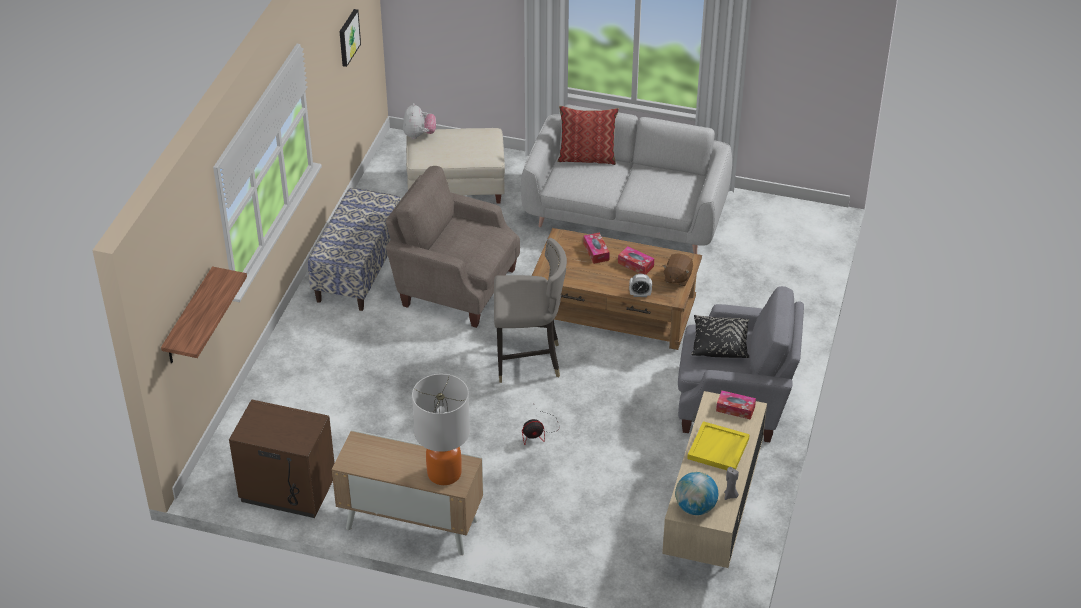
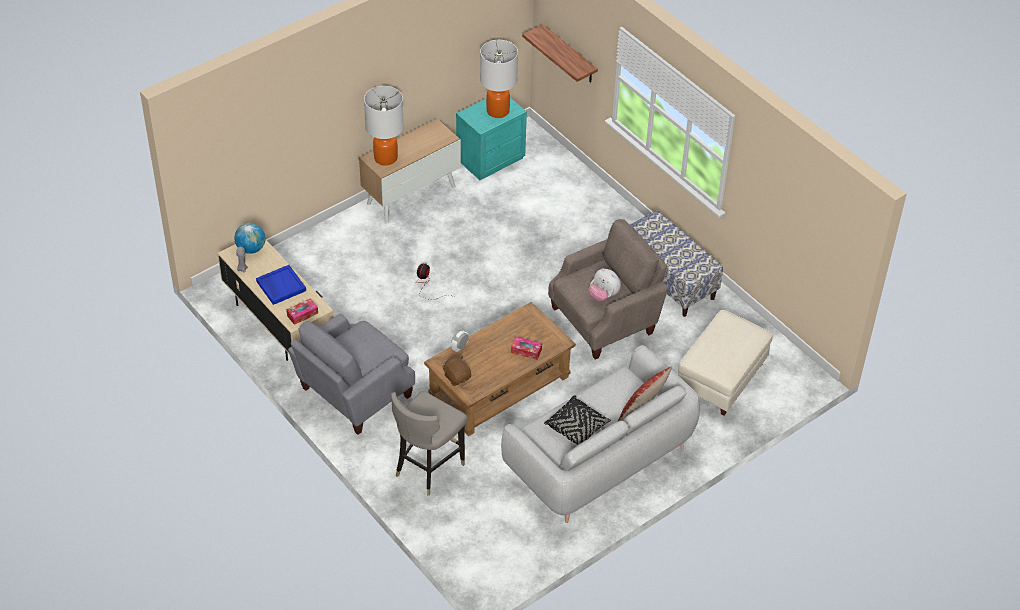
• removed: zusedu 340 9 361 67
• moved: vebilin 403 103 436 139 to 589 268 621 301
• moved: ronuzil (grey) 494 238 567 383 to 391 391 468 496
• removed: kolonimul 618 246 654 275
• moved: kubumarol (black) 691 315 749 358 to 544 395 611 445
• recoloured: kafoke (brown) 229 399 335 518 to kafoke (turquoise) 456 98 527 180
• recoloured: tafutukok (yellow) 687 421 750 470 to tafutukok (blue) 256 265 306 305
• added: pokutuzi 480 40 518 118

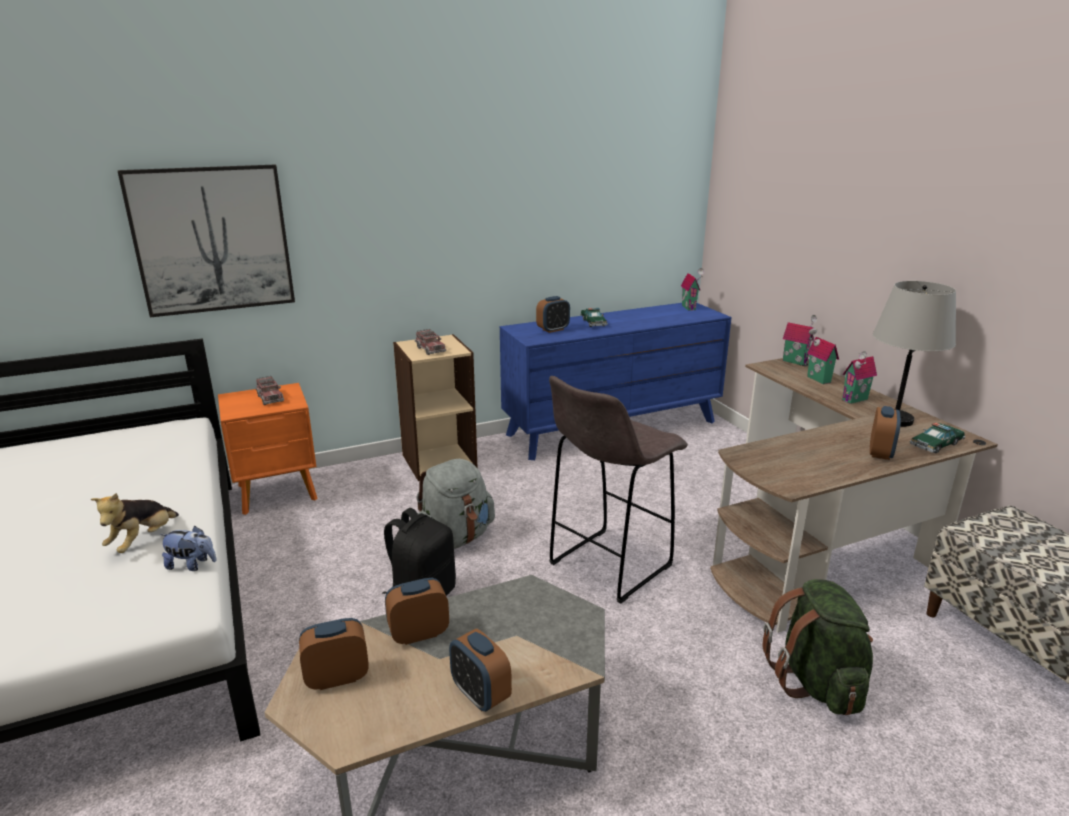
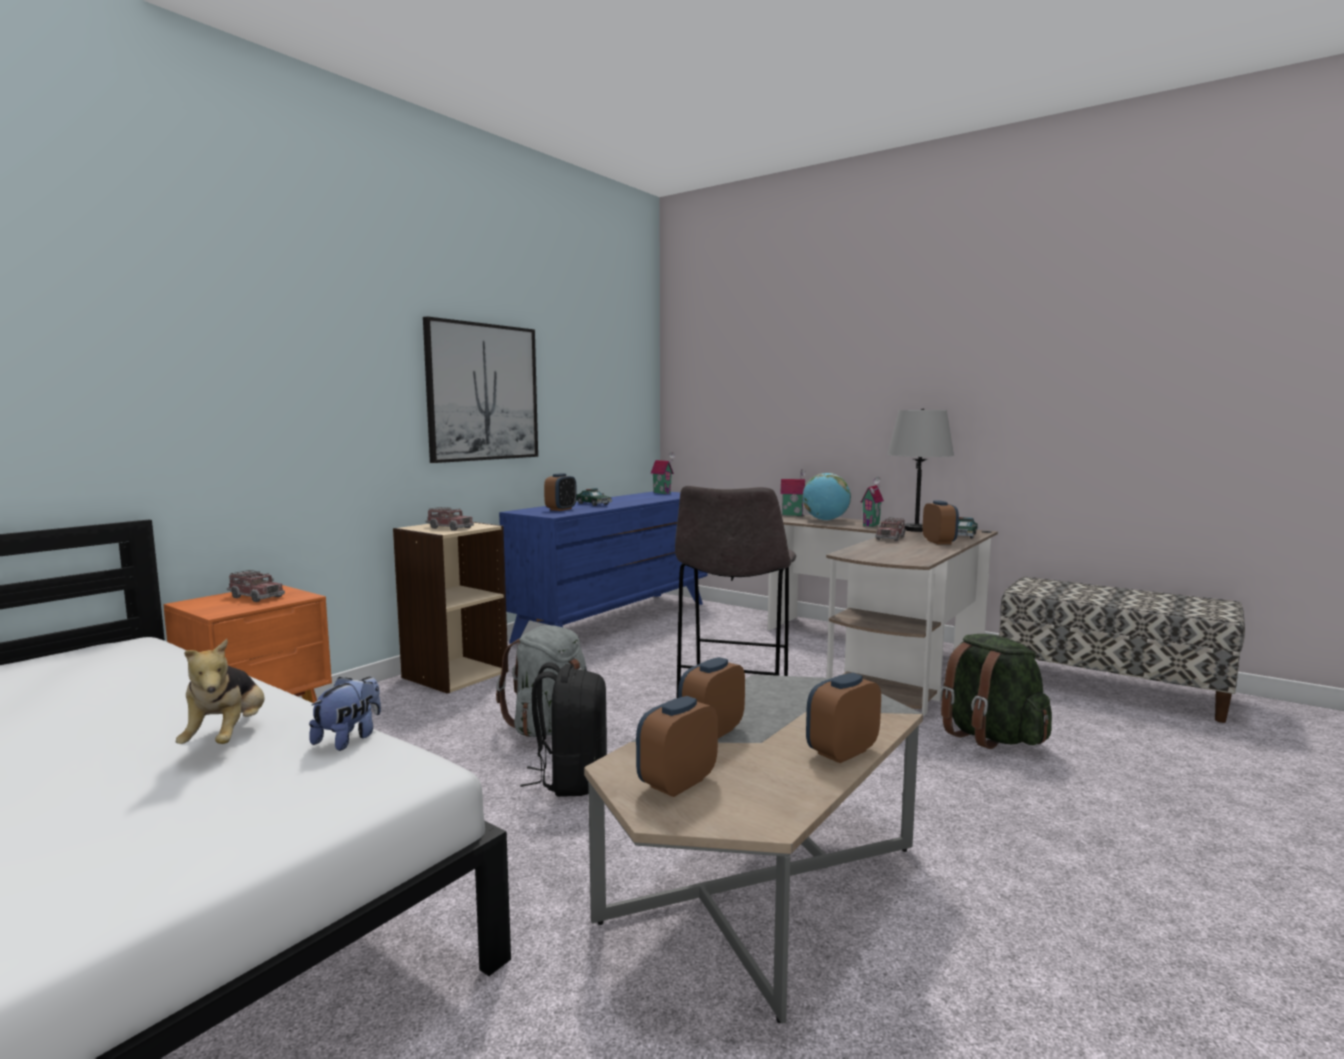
• moved: zusedu 118 164 295 317 to 423 316 538 463
• replaced: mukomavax 807 328 839 384 to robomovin 802 473 851 521
• turned: vebilin 160 526 217 571 = 309 677 381 751 45 degrees counterclockwise
• turned: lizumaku 449 629 512 712 = 806 673 881 763 120 degrees clockwise
• added: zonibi 875 518 906 541

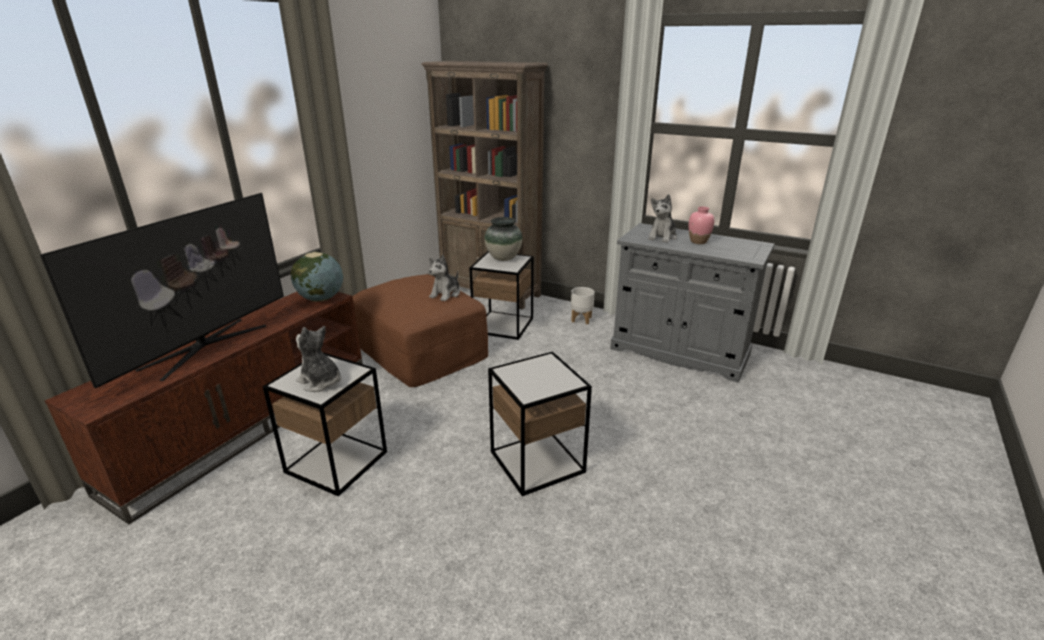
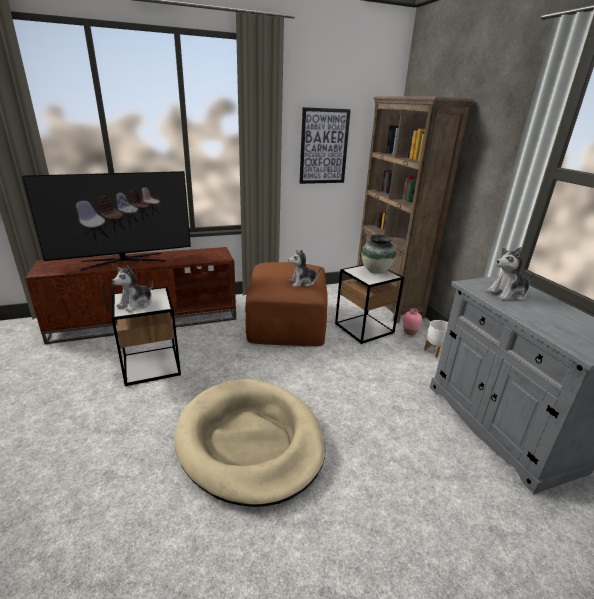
• moved: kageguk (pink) 689 207 714 244 to 403 308 422 335
• removed: robomovin 291 252 343 302
• turned: vebilin 296 326 341 392 = 112 265 153 312 135 degrees counterclockwise
• replaced: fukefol 488 352 592 496 to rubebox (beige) 174 379 325 507
• added: zusedu 300 107 351 184

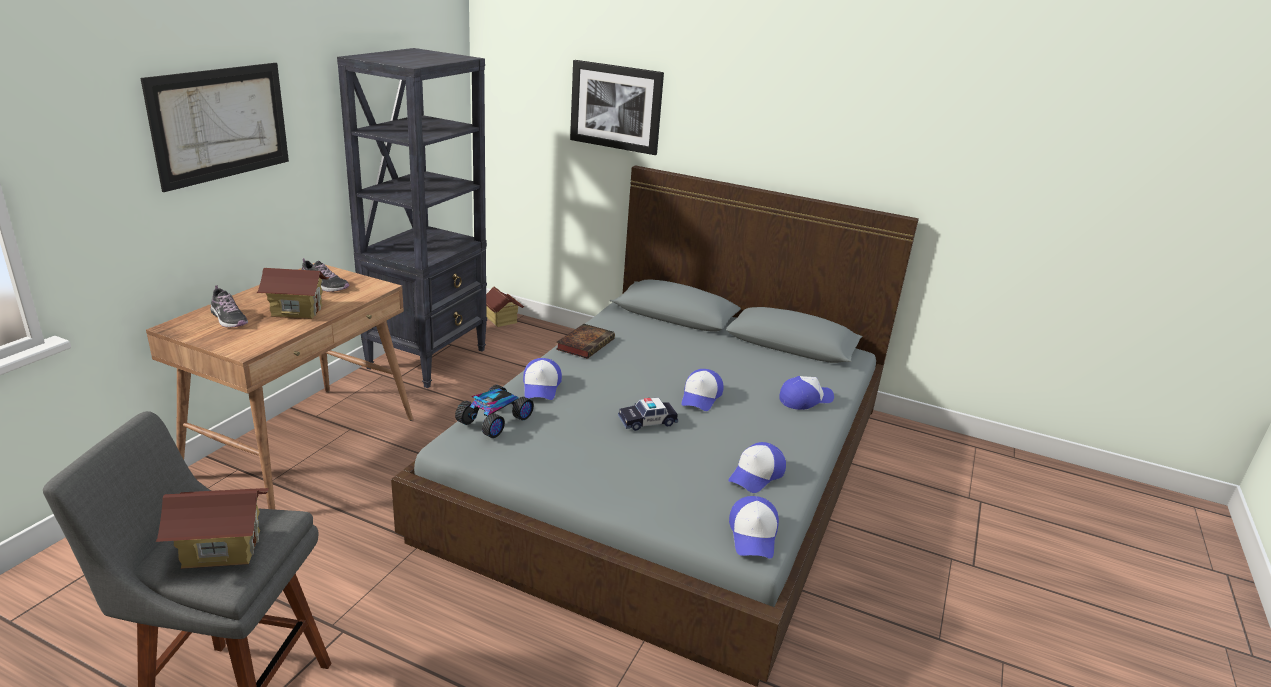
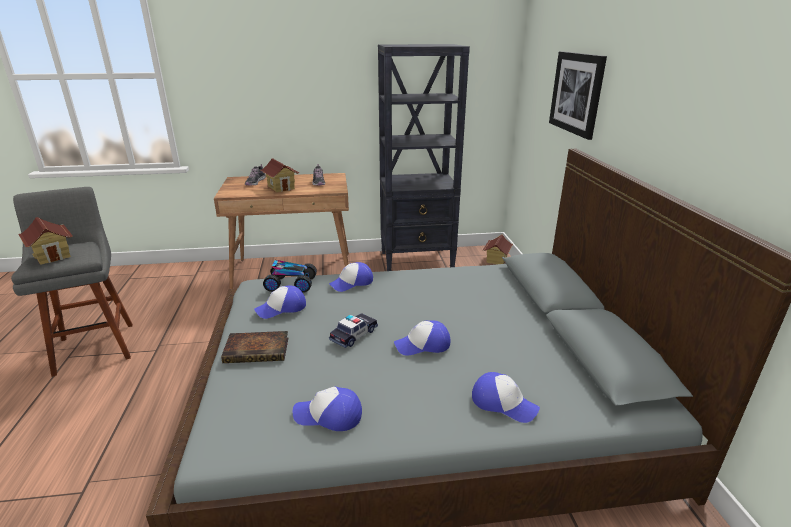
• removed: zusedu 140 63 289 192
• moved: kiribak 556 324 615 359 to 221 331 288 363
• turned: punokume 618 397 678 431 = 329 313 378 348 90 degrees clockwise
• moved: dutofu 729 496 779 559 to 254 286 306 319

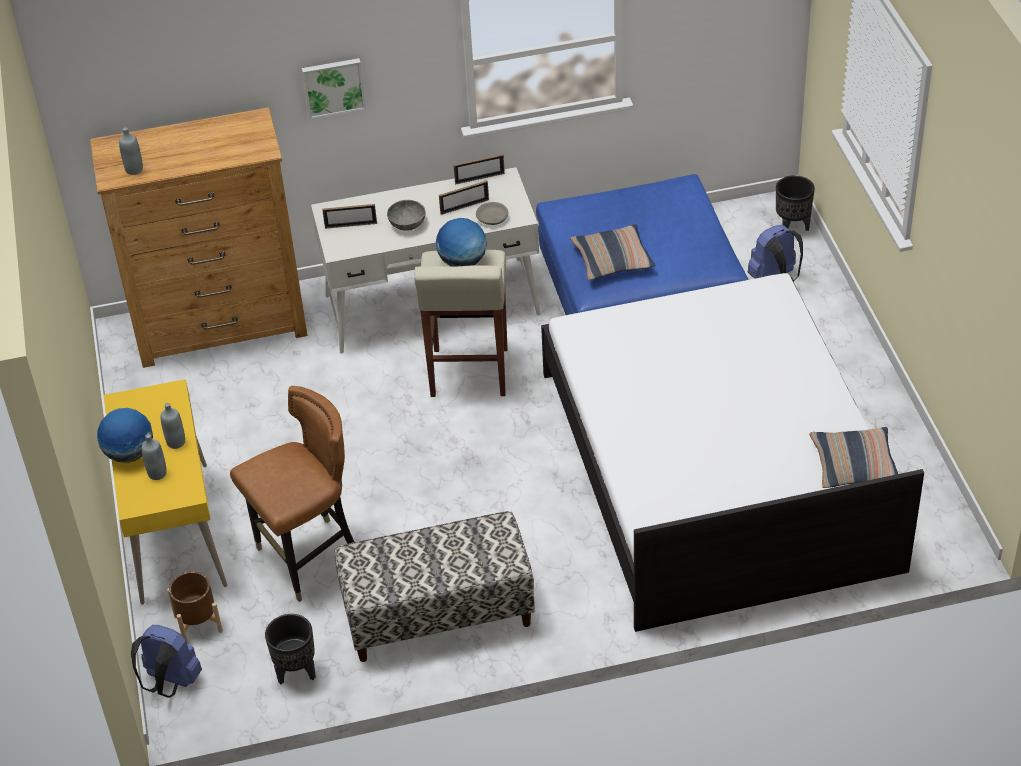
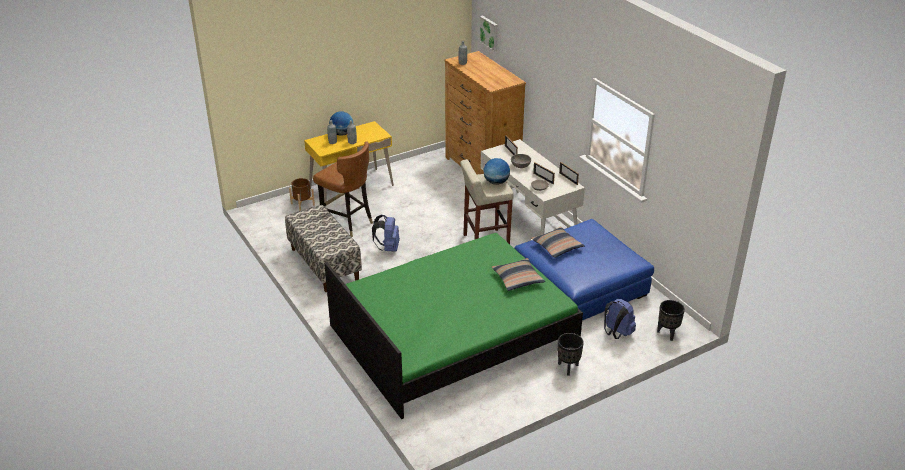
• moved: zusedu 302 58 366 119 to 479 16 498 52
• recoloured: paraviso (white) 541 273 924 632 to paraviso (green) 324 233 583 419
• moved: kubumarol 810 427 898 488 to 492 258 545 291
• moved: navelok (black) 265 614 316 684 to 558 333 584 376
• moved: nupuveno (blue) 131 625 202 698 to 372 215 400 252

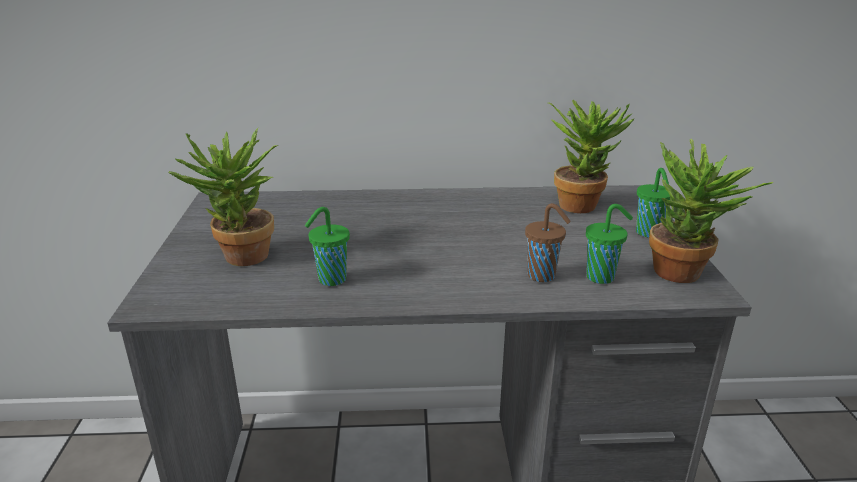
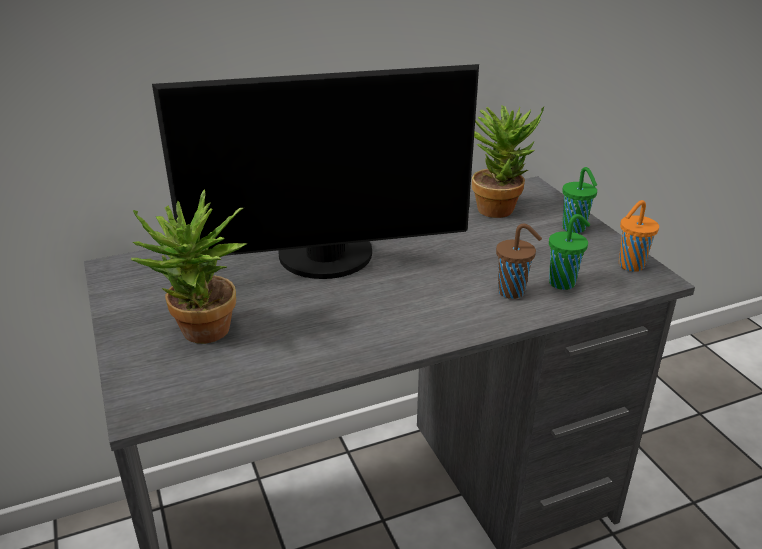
• replaced: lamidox 649 139 773 283 to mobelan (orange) 619 200 659 272
• removed: mobelan (green) 305 207 350 286
• added: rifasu 152 64 479 279

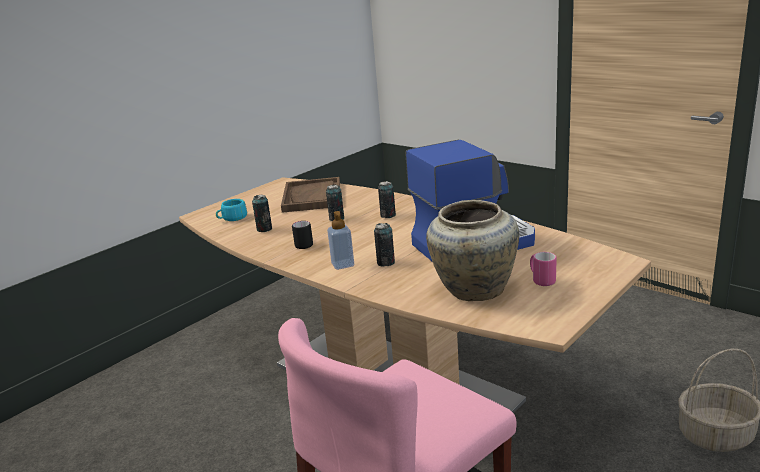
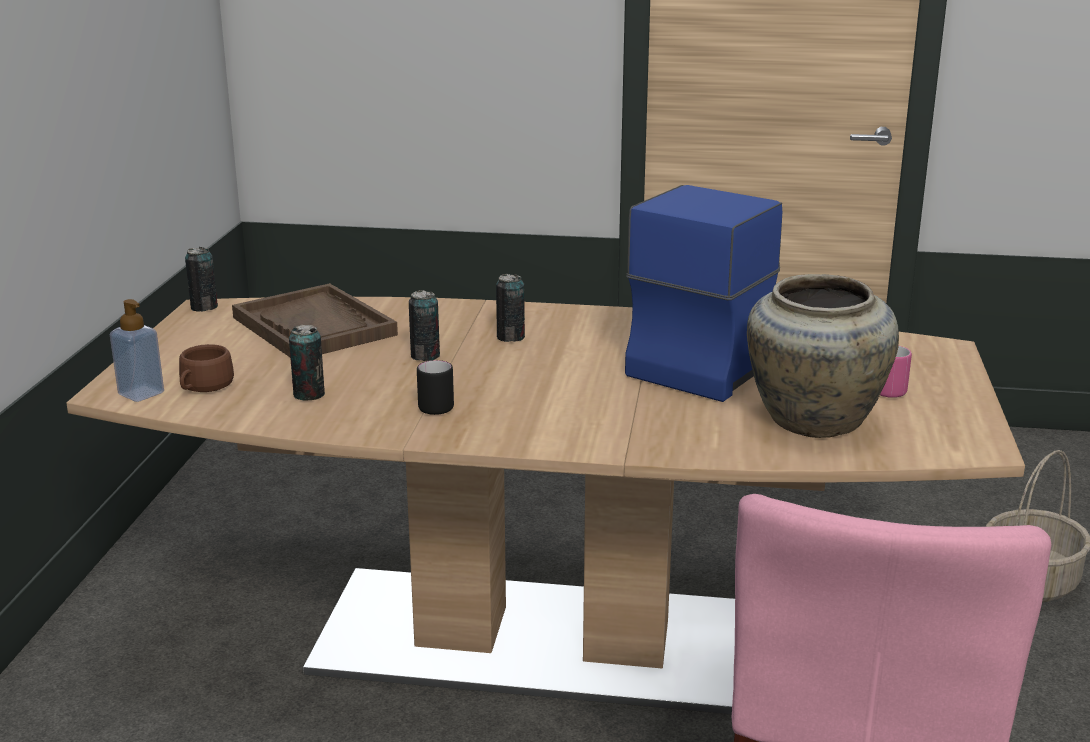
• recoloured: mobelan (turquoise) 216 199 247 221 to mobelan (brown) 179 344 234 392
• moved: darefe 327 211 354 270 to 110 299 164 402
• moved: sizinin 374 223 395 267 to 185 247 218 312

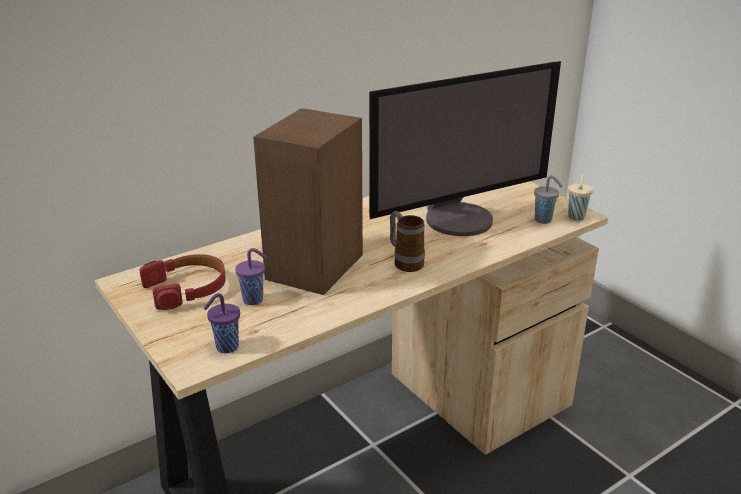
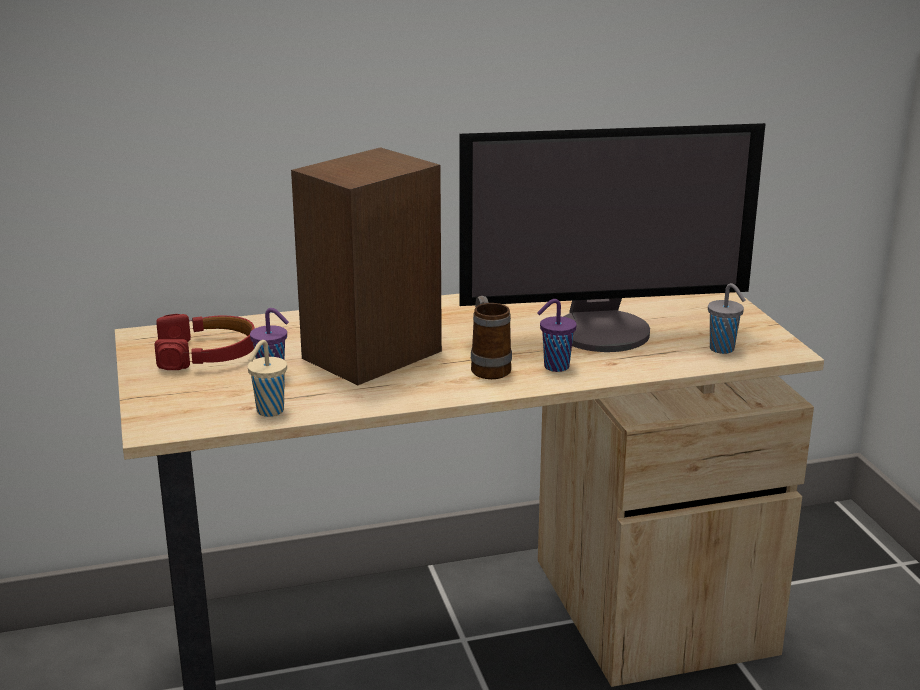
• moved: mobelan (beige) 568 173 593 221 to 248 340 287 417
• moved: mobelan (purple) 204 293 240 353 to 537 299 577 372

